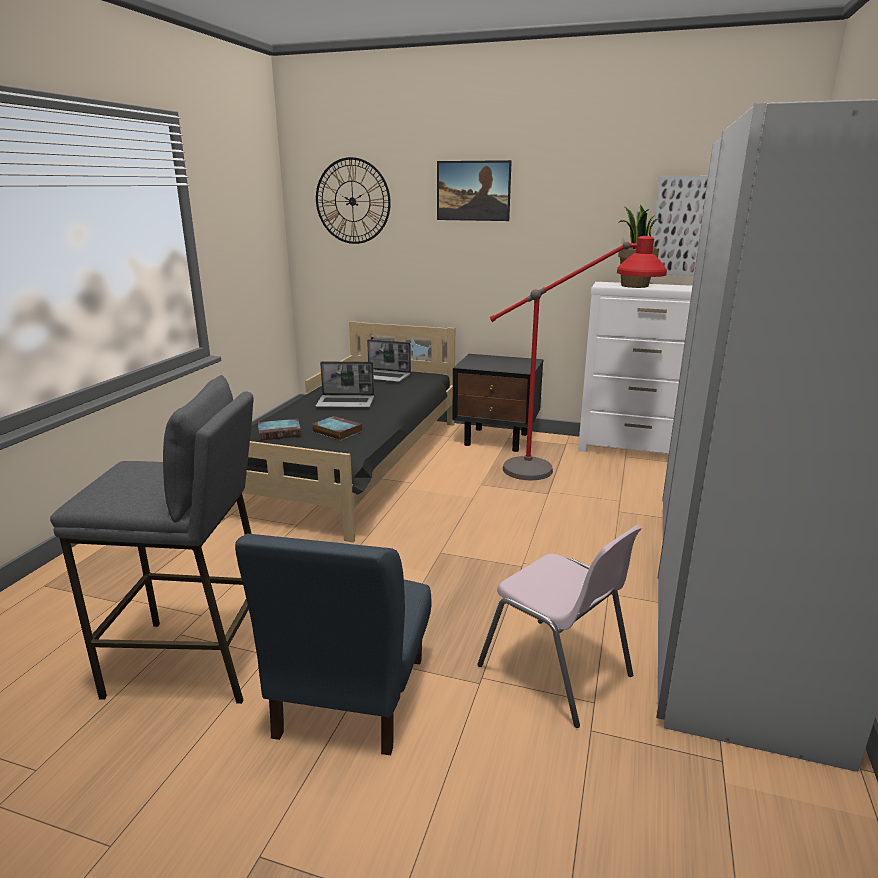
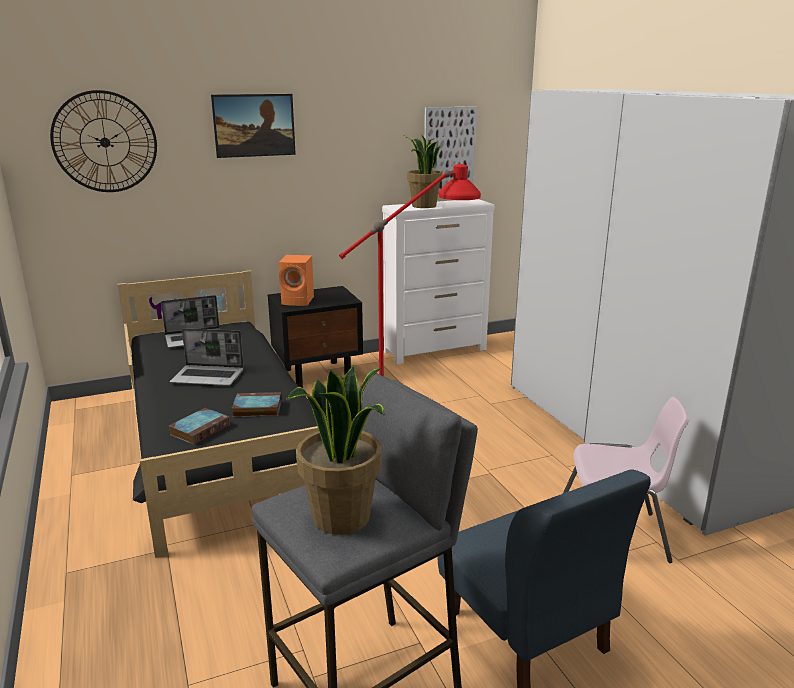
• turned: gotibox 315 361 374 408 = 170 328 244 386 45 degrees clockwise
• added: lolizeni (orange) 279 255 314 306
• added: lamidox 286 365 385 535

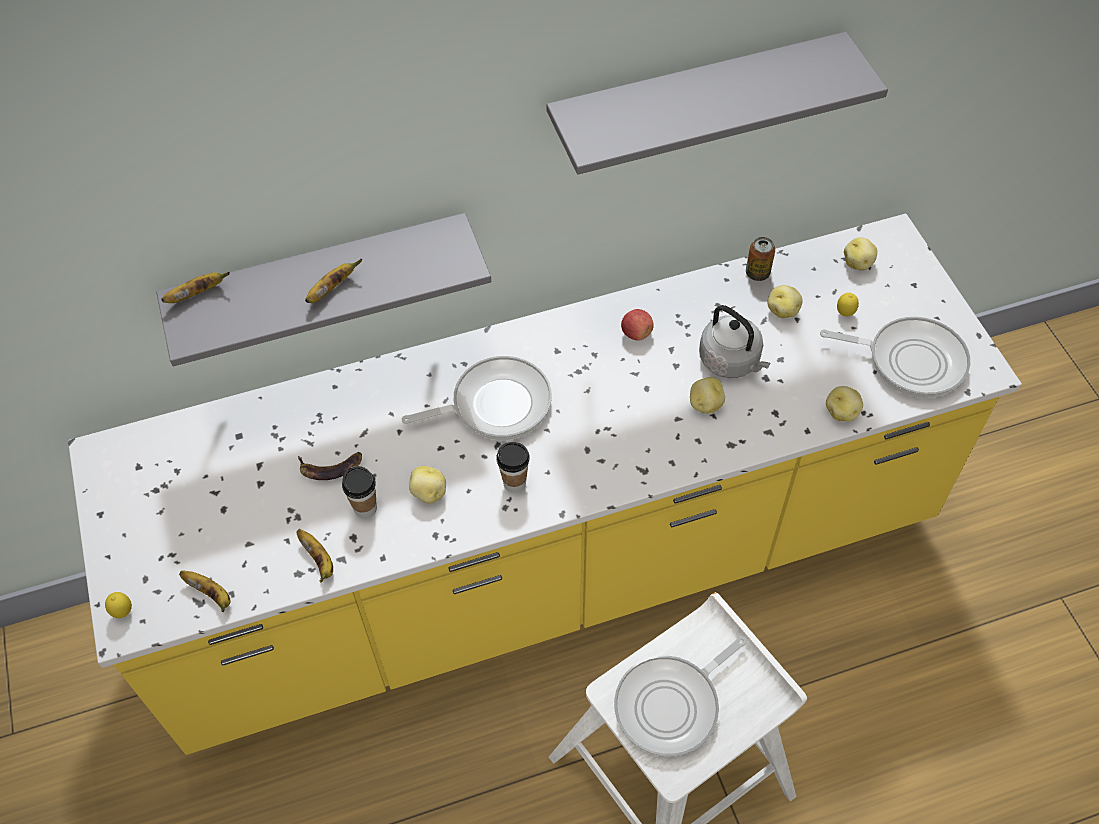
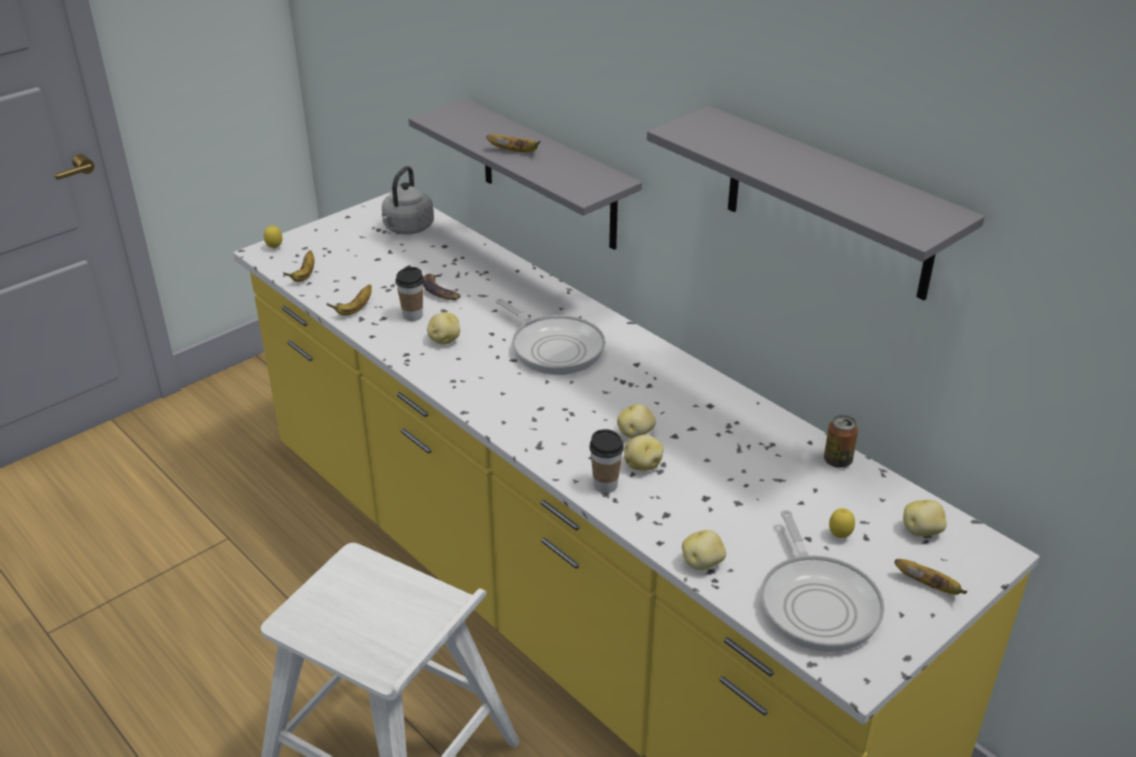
• moved: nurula 162 272 230 303 to 895 559 967 595
• moved: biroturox 767 285 803 318 to 617 404 656 439
• moved: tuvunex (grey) 699 305 770 378 to 382 166 434 235
• removed: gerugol 621 309 654 341
• moved: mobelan 496 442 530 493 to 589 429 624 493
• removed: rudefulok 614 636 747 757

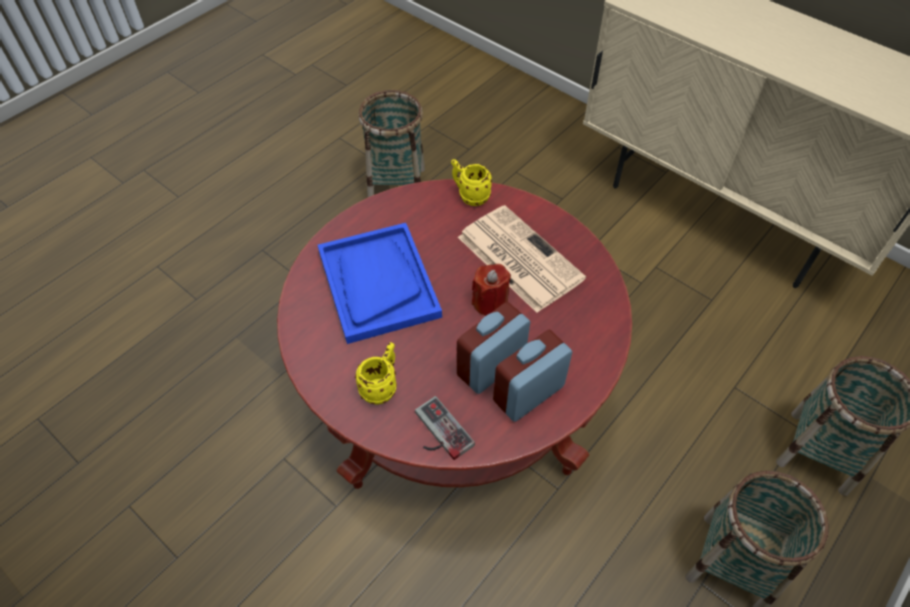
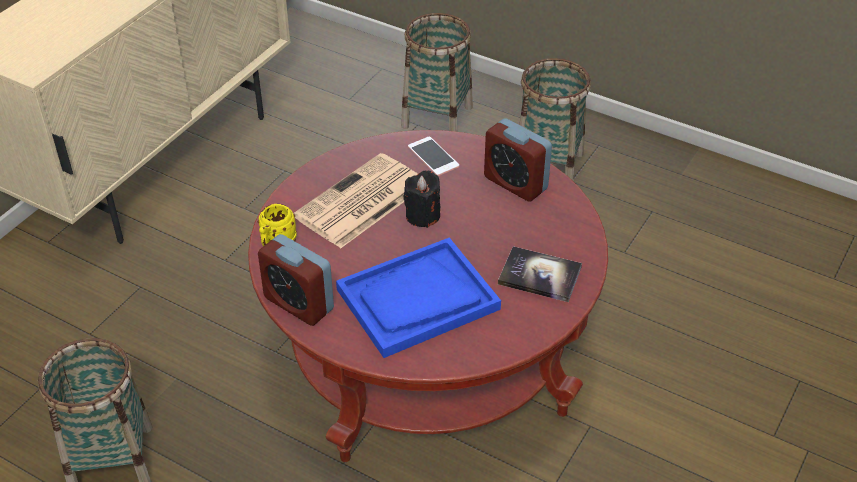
• recoloured: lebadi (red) 472 264 511 316 to lebadi (black) 403 170 440 228
• moved: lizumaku 457 302 530 394 to 258 234 334 326
• replaced: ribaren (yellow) 355 342 397 404 to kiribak 498 246 582 302
• removed: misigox 415 396 475 460
• added: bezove 408 137 459 176

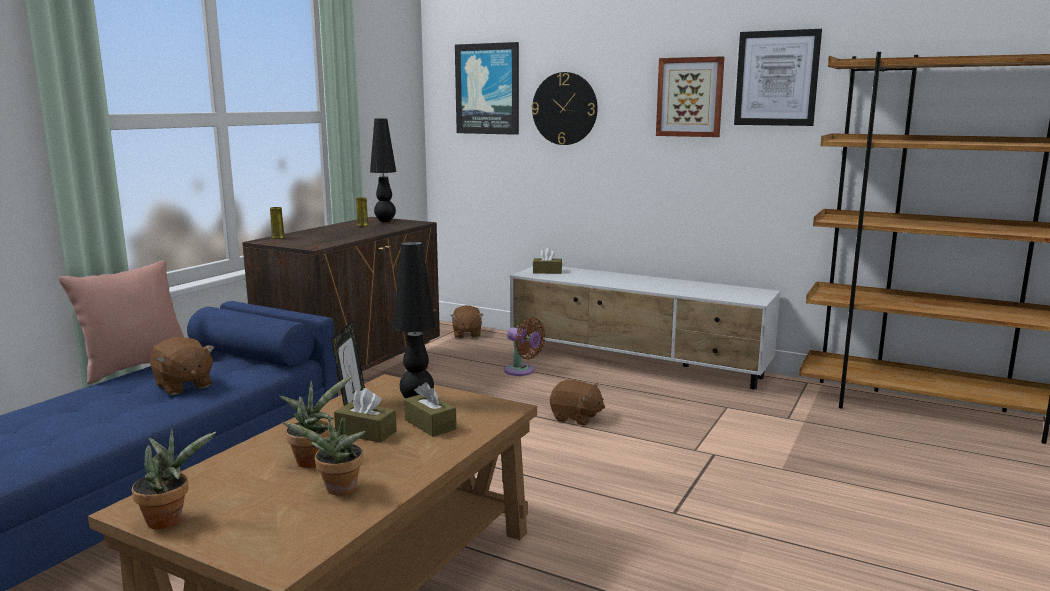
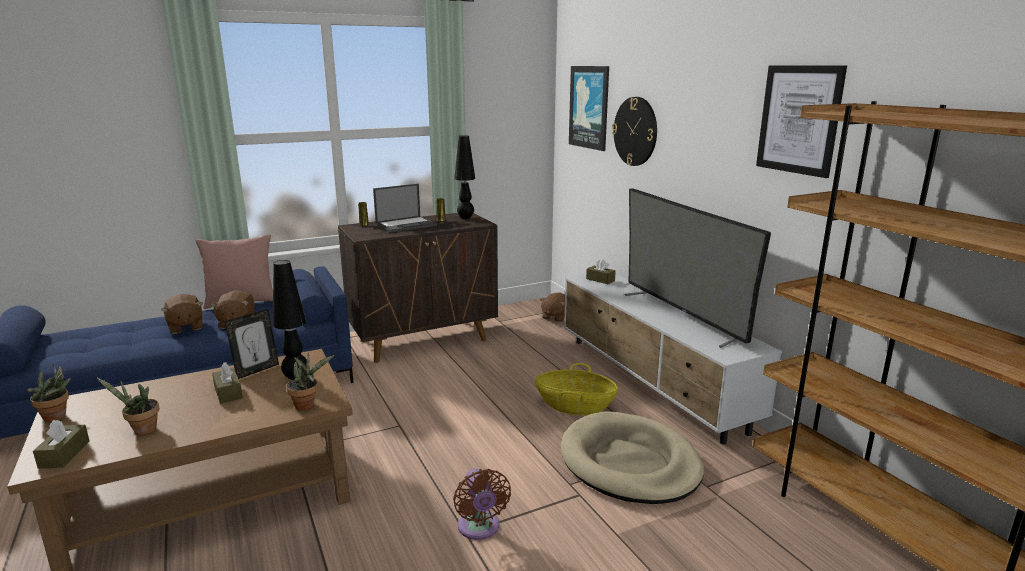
• removed: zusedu 656 56 724 137
• moved: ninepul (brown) 504 317 546 376 to 453 468 511 540
• moved: lamidox 279 375 352 468 to 286 352 334 410
• moved: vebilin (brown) 550 380 605 425 to 161 294 203 334
• moved: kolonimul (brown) 404 382 457 437 to 33 420 90 469
• added: gotibox 373 184 437 233
• added: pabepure 625 188 771 348
• added: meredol 535 363 618 415
• added: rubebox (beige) 561 411 704 504

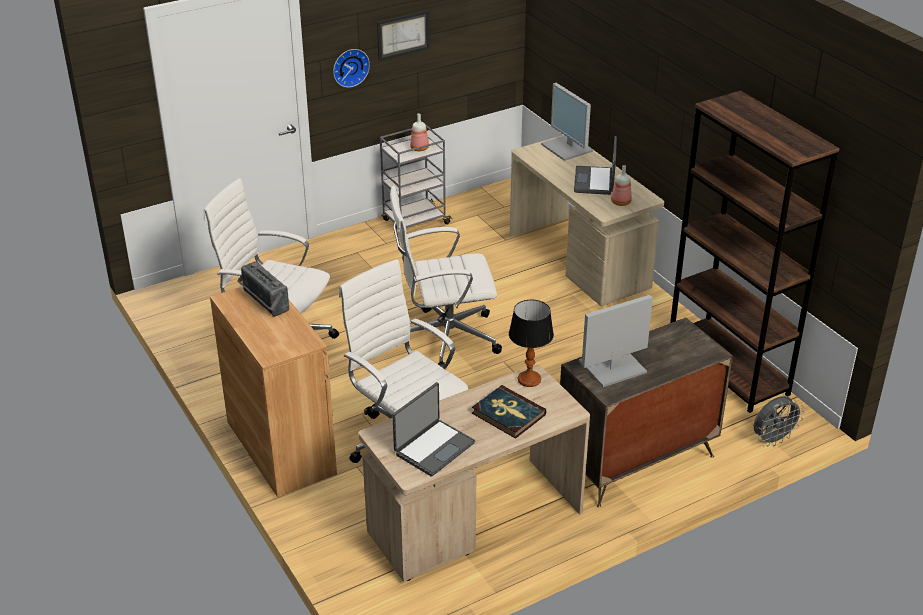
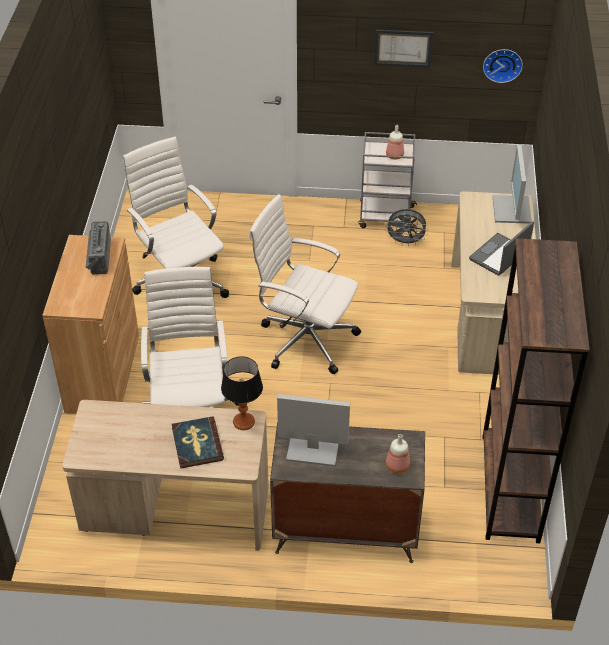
• moved: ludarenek 333 49 370 88 to 483 49 523 83
• moved: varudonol 611 165 632 206 to 386 434 410 474
• removed: gotibox 392 382 475 477
• moved: ninepul (grey) 754 396 804 446 to 385 209 428 247

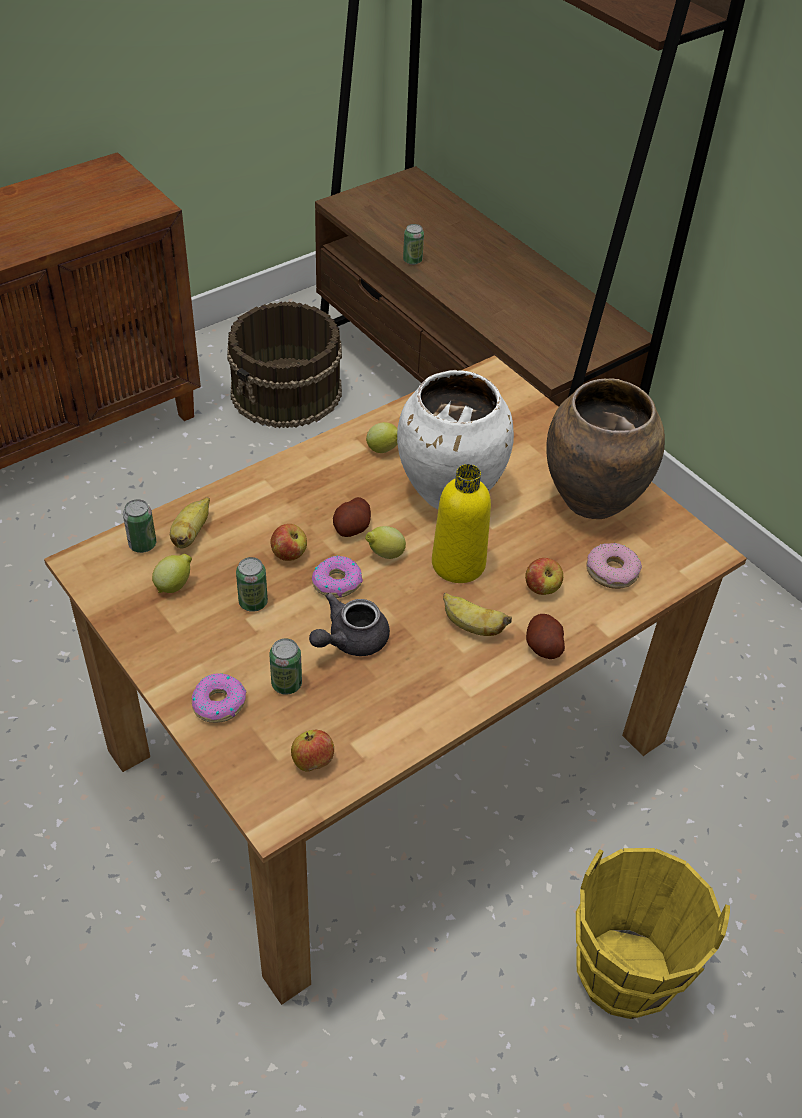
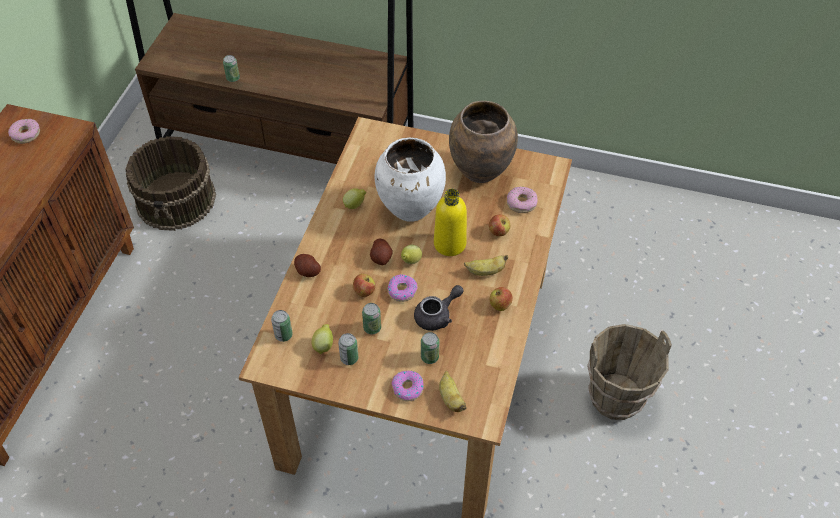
• moved: nurula 170 497 210 549 to 439 371 467 412
• turned: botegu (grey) 309 593 390 656 = 414 285 463 331 135 degrees counterclockwise
• moved: biroturox 526 614 565 659 to 294 254 321 277
• moved: gerugol 291 730 334 772 to 490 287 513 311
• recoloured: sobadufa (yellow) 576 848 730 1019 to sobadufa (brown) 587 324 672 420
• added: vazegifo 8 119 40 144
• added: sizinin 338 333 358 365

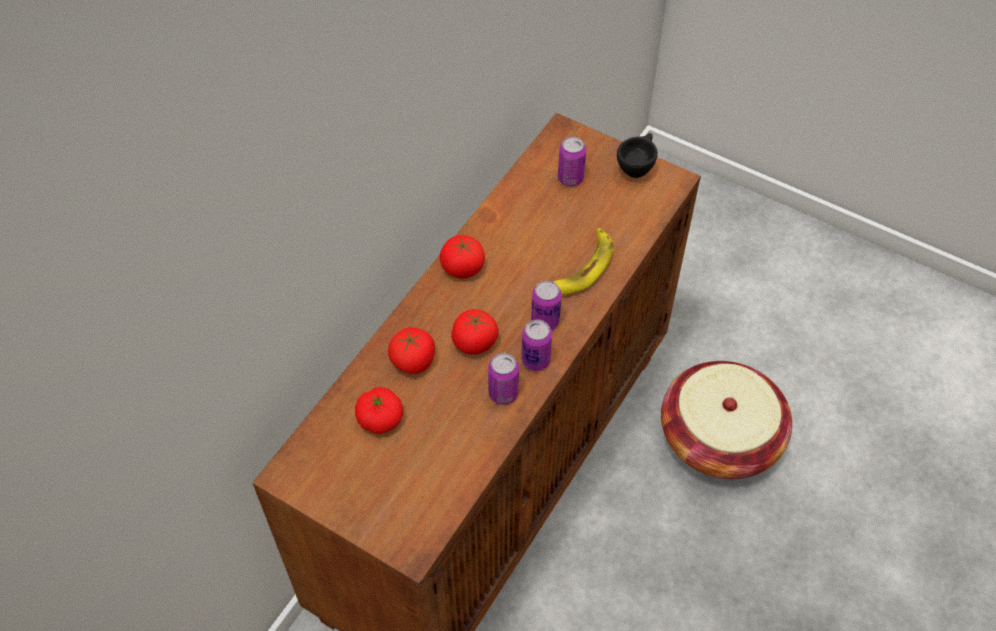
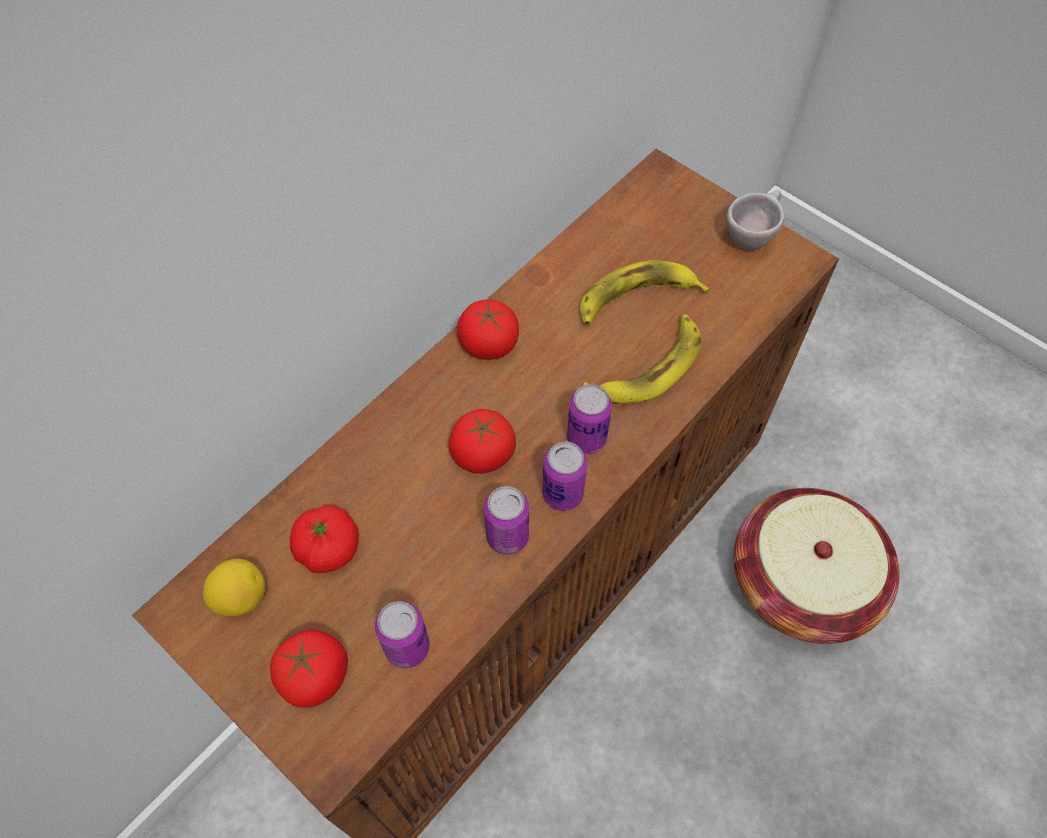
• recoloured: mobelan (black) 617 133 658 178 to mobelan (beige) 726 190 785 250
• moved: sizinin 558 136 586 186 to 375 601 430 668
• moved: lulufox 388 327 435 374 to 270 629 348 707
• added: nurula 580 260 710 324
• added: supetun 203 559 266 617

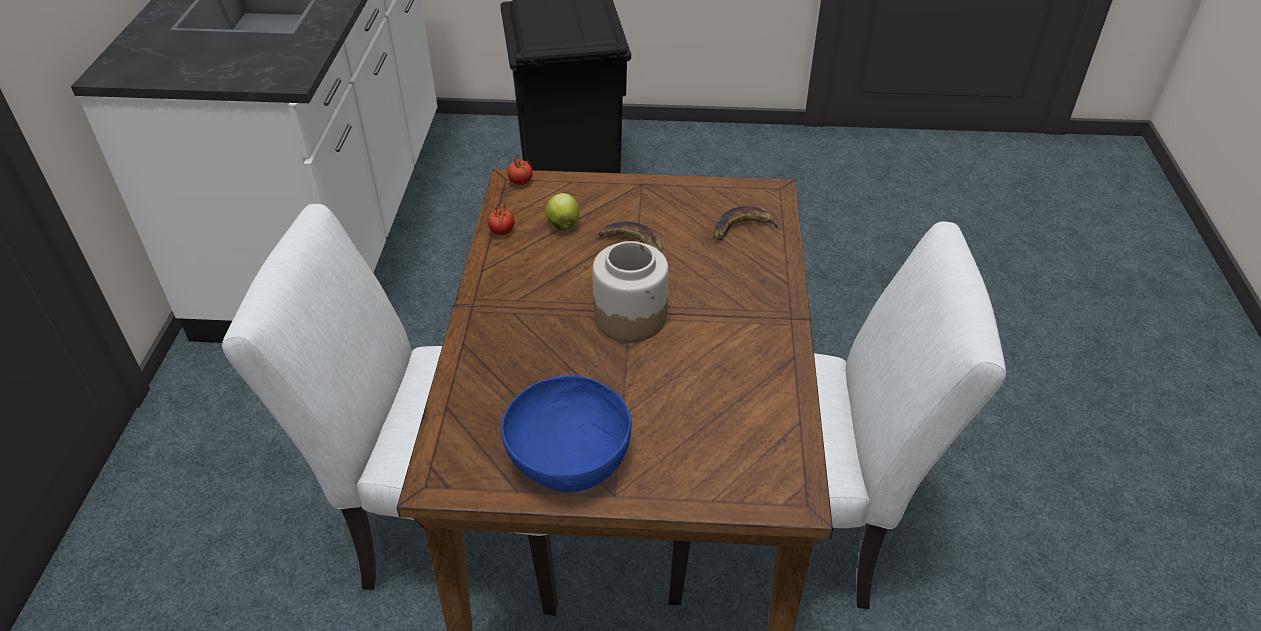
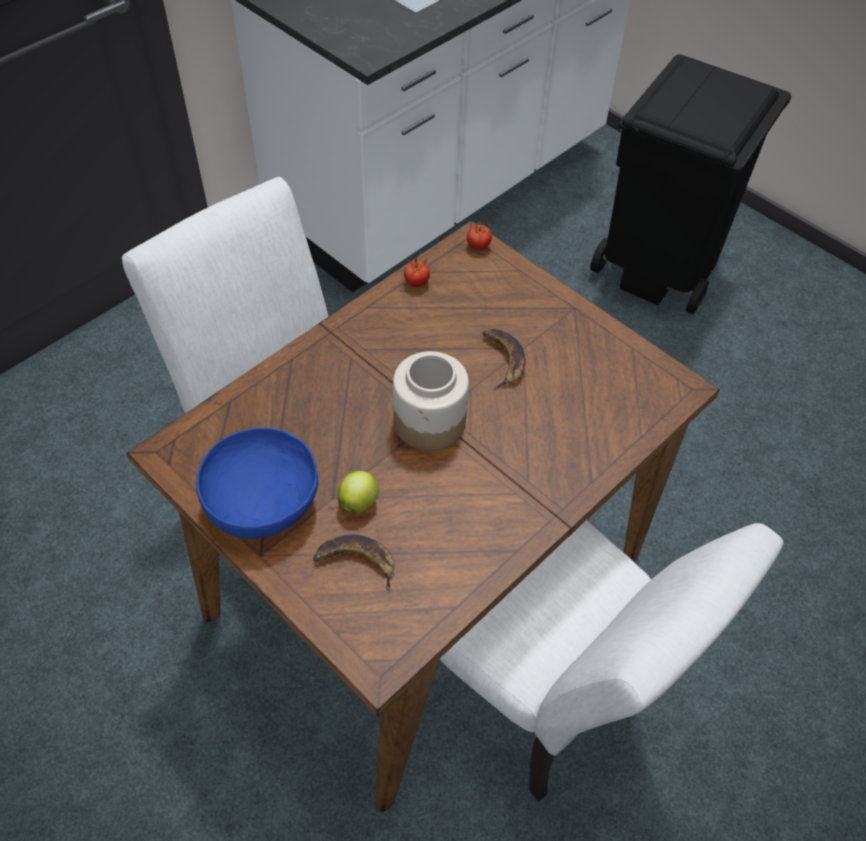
• moved: gerugol 545 193 579 230 to 337 471 379 514
• moved: nurula 714 206 782 240 to 313 535 395 593

